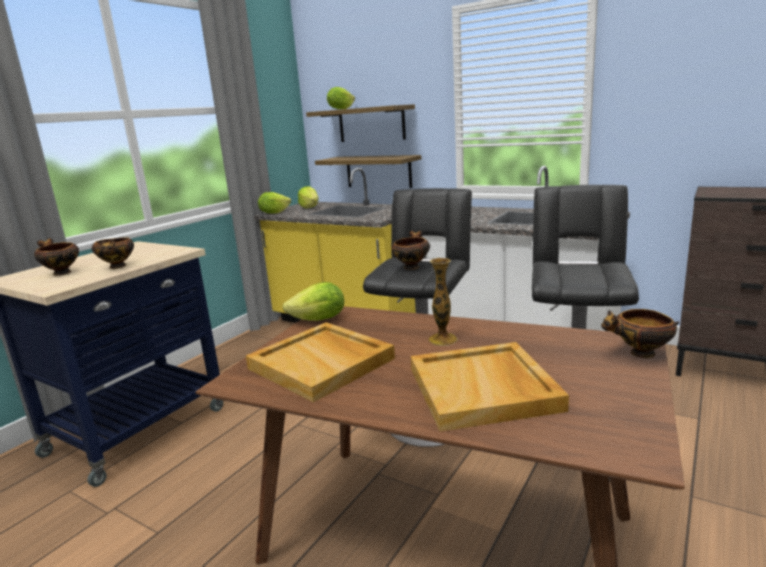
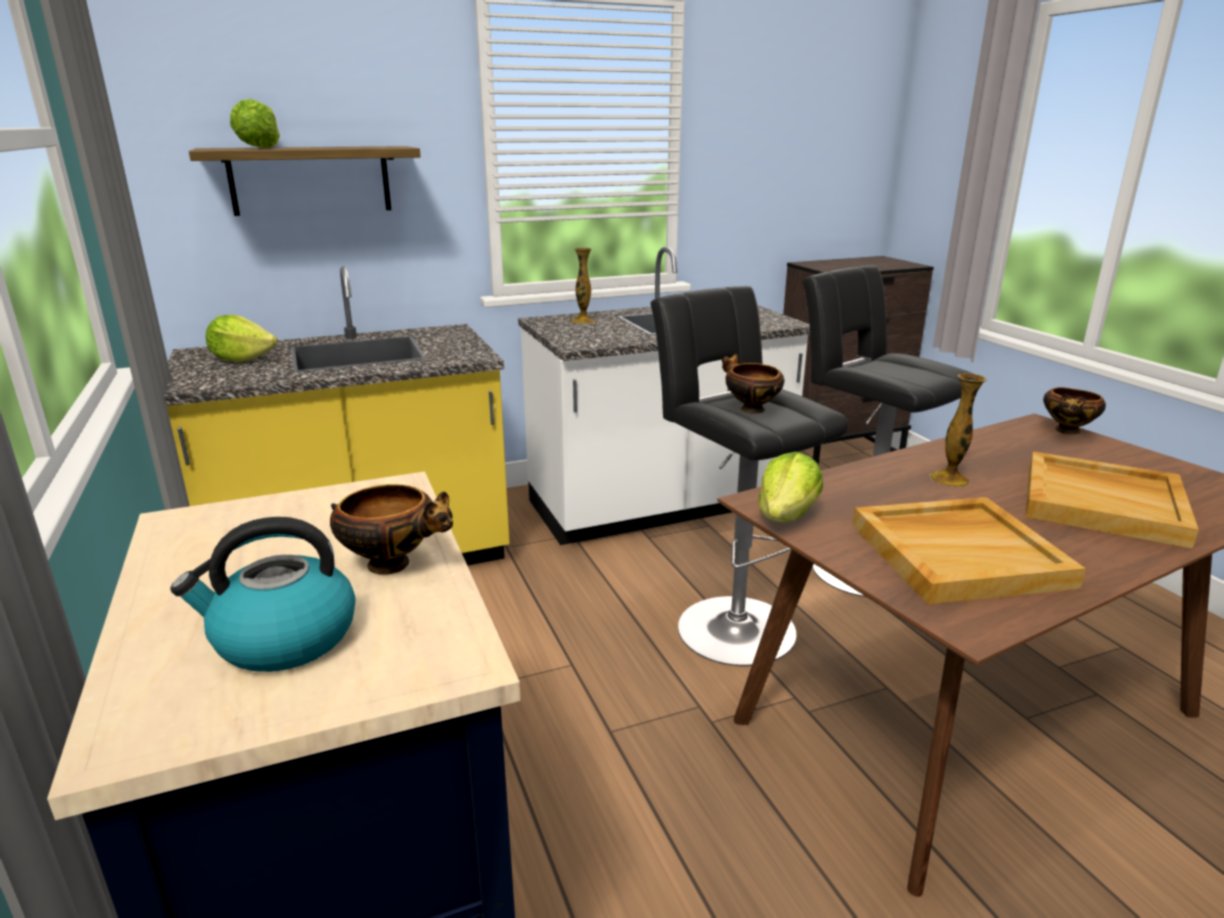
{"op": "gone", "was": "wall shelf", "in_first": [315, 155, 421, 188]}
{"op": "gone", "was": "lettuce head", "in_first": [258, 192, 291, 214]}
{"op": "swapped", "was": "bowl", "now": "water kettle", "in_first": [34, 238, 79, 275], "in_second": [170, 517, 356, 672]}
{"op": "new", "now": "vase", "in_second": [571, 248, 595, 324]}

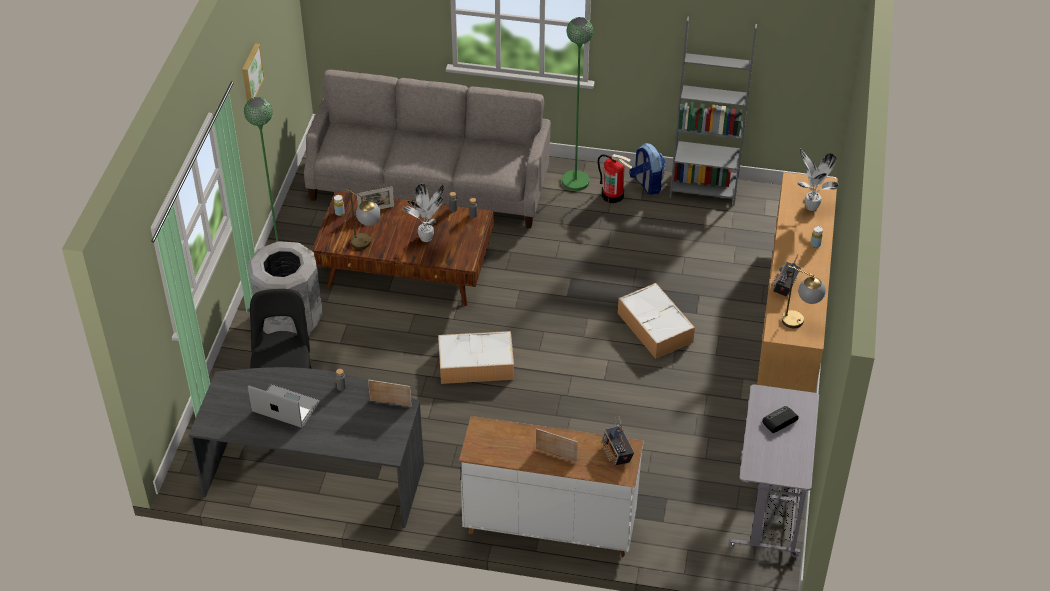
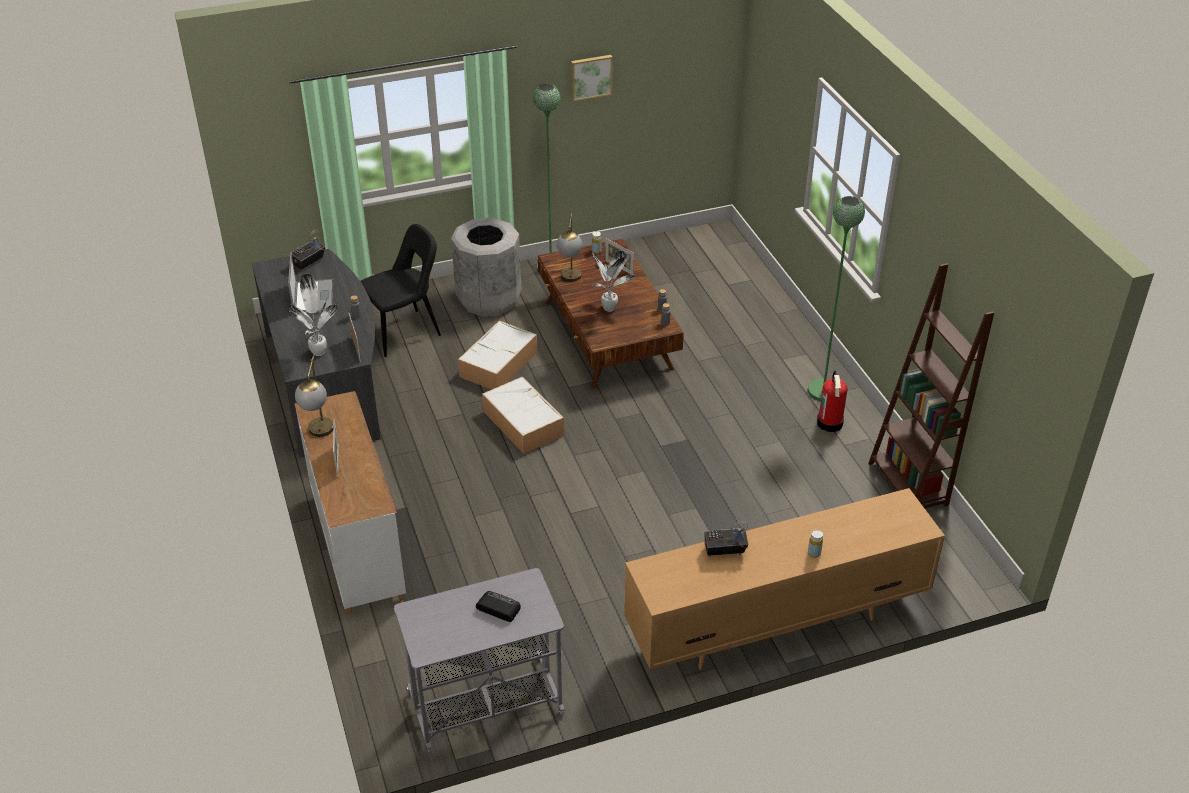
{"op": "repainted", "was": "bookcase/greyish", "now": "bookcase/brownish", "in_first": [669, 17, 757, 206], "in_second": [868, 263, 994, 508]}
{"op": "gone", "was": "sofa/greyish", "in_first": [304, 69, 551, 229]}
{"op": "gone", "was": "knapsack", "in_first": [629, 143, 665, 195]}
{"op": "shifted", "was": "houseplant", "in_first": [797, 148, 838, 211], "in_second": [289, 274, 338, 356]}
{"op": "shifted", "was": "lamp for a table", "in_first": [782, 265, 826, 328], "in_second": [295, 356, 334, 437]}
{"op": "shifted", "was": "storage bin", "in_first": [618, 283, 695, 359], "in_second": [458, 321, 537, 389]}
{"op": "shifted", "was": "radio receiver", "in_first": [602, 416, 634, 466], "in_second": [292, 230, 325, 271]}

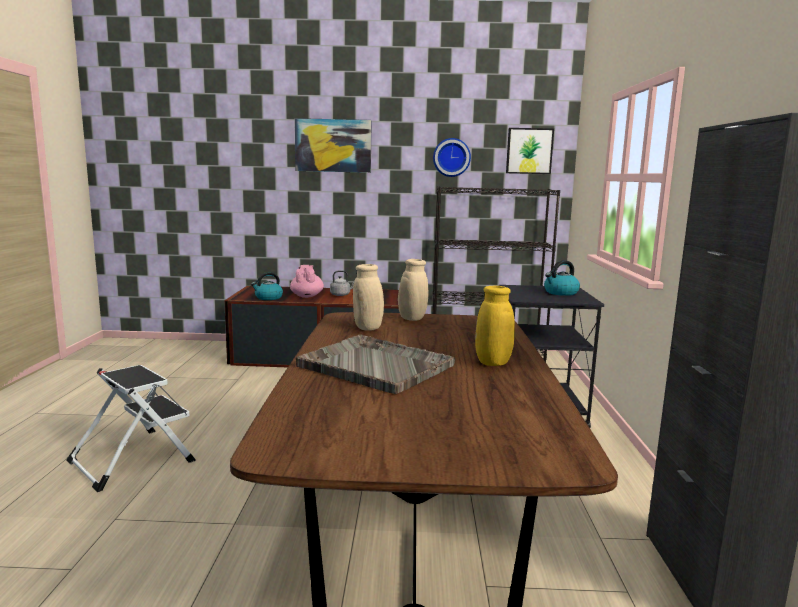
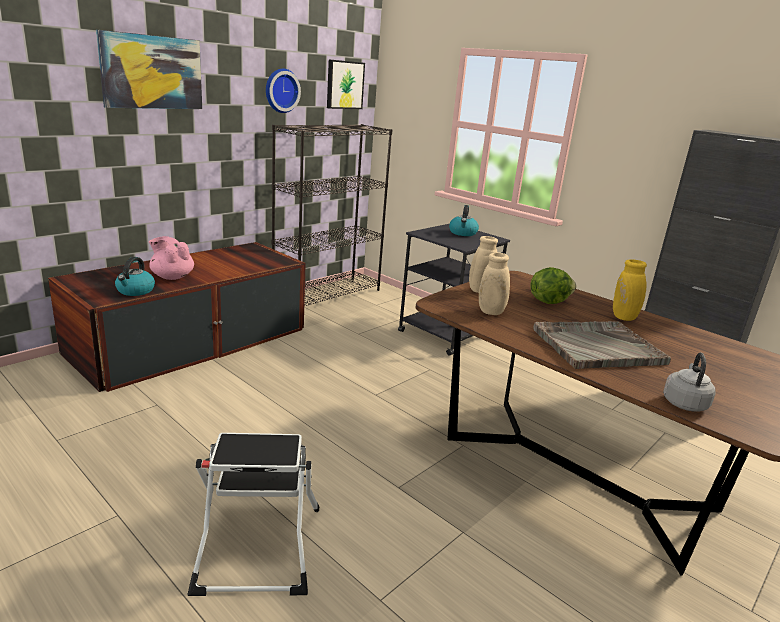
{"op": "shifted", "was": "water kettle/greyish", "in_first": [330, 270, 354, 296], "in_second": [663, 353, 716, 412]}
{"op": "new", "now": "lettuce head", "in_second": [530, 267, 576, 304]}

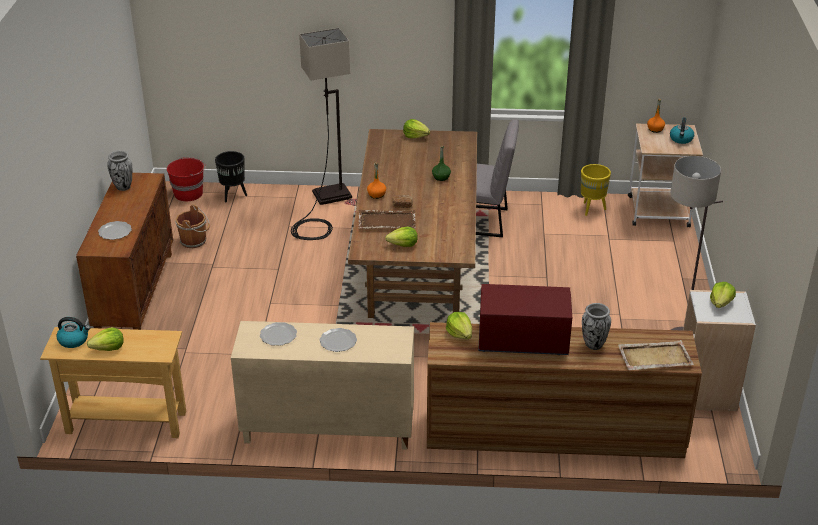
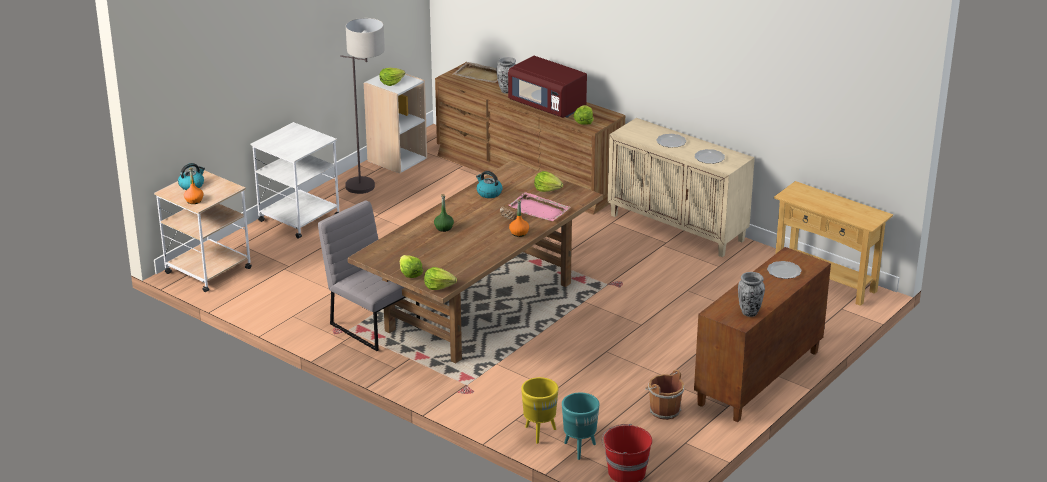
{"op": "gone", "was": "standard lamp", "in_first": [291, 28, 352, 240]}
{"op": "repainted", "was": "plant pot/blackish", "now": "plant pot/turquoise-coloured", "in_first": [215, 151, 247, 202], "in_second": [562, 392, 599, 460]}
{"op": "shifted", "was": "plant pot/yellow-coloured", "in_first": [581, 164, 611, 216], "in_second": [521, 377, 559, 444]}
{"op": "repainted", "was": "tray/brownish", "now": "tray/pink", "in_first": [358, 210, 416, 229], "in_second": [508, 192, 571, 221]}
{"op": "shifted", "was": "water kettle", "in_first": [56, 317, 90, 348], "in_second": [476, 171, 503, 198]}
{"op": "shifted", "was": "lettuce head", "in_first": [87, 327, 124, 351], "in_second": [424, 267, 457, 290]}
{"op": "new", "now": "cart/white", "in_second": [251, 122, 339, 239]}

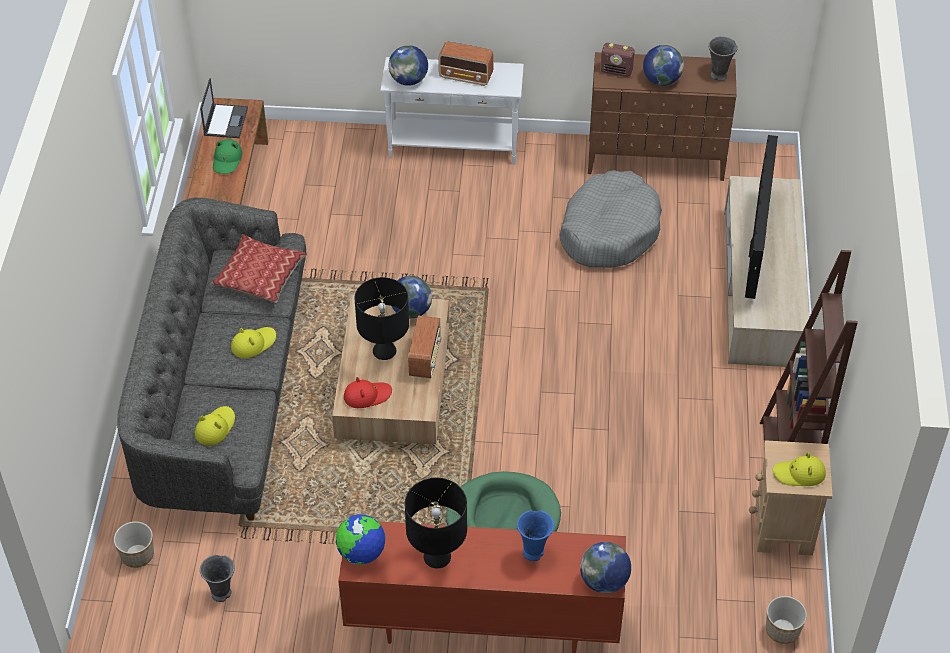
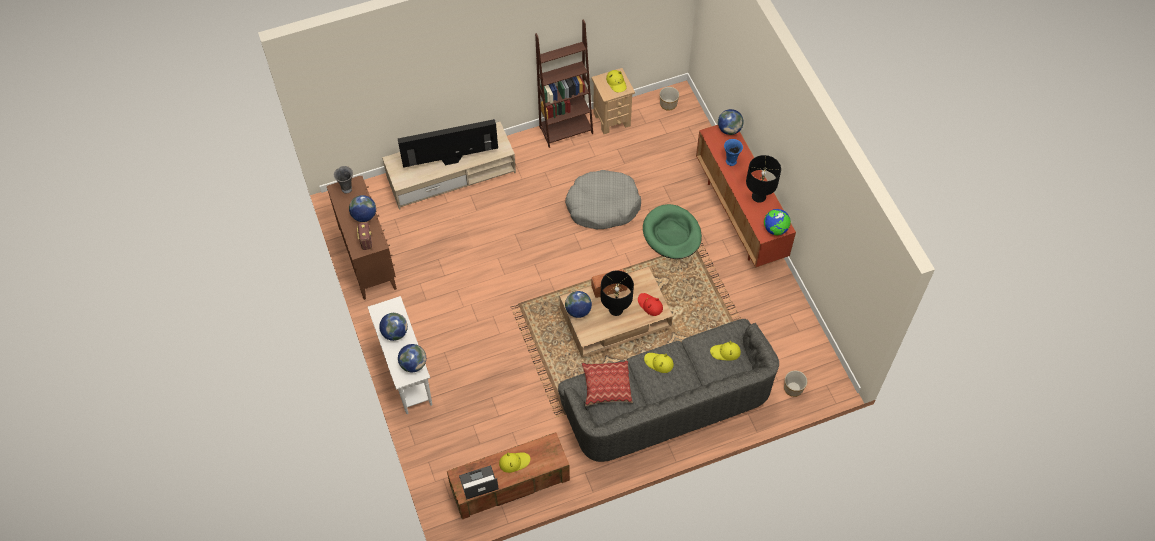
{"op": "swapped", "was": "radio receiver", "now": "world globe", "in_first": [438, 42, 494, 86], "in_second": [379, 313, 408, 341]}
{"op": "repainted", "was": "wearable hat/greenish", "now": "wearable hat/yellow-coloured", "in_first": [213, 139, 242, 174], "in_second": [499, 453, 530, 473]}
{"op": "shifted", "was": "dog bed/greyish", "in_first": [559, 170, 662, 268], "in_second": [565, 170, 641, 229]}
{"op": "gone", "was": "vase/greyish", "in_first": [200, 555, 235, 602]}

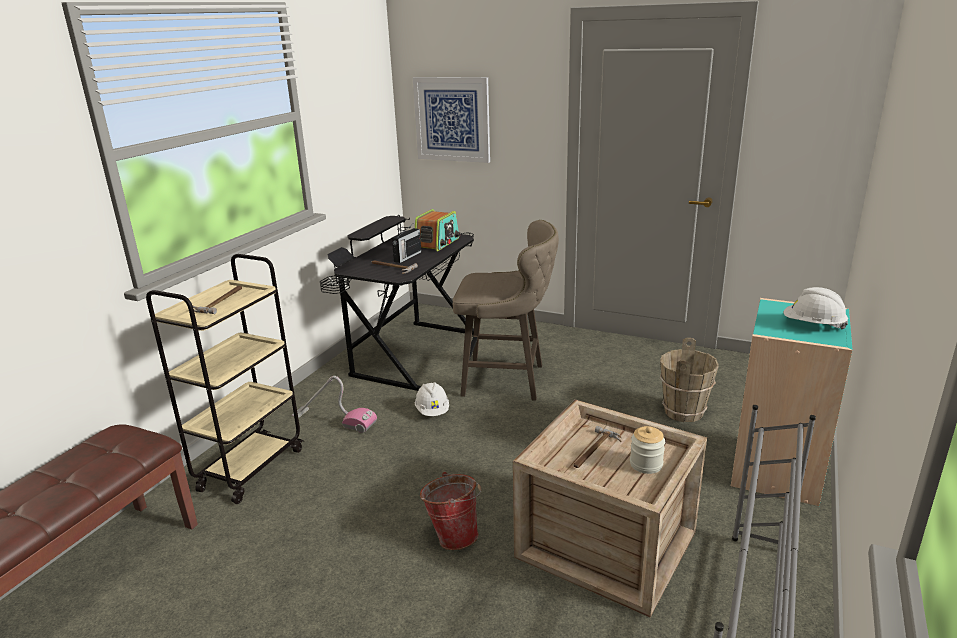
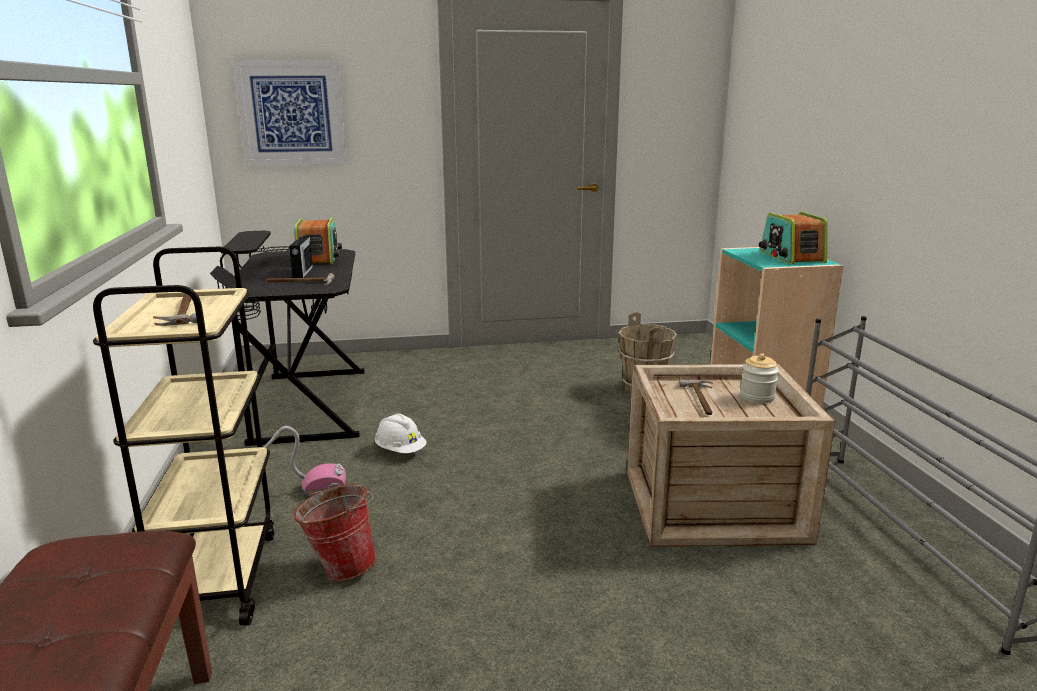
{"op": "gone", "was": "stool/sand-coloured", "in_first": [453, 220, 559, 401]}
{"op": "swapped", "was": "safety helmet/white", "now": "radio receiver", "in_first": [783, 287, 848, 329], "in_second": [759, 212, 828, 264]}
{"op": "shifted", "was": "pail", "in_first": [420, 472, 481, 550], "in_second": [294, 484, 377, 581]}

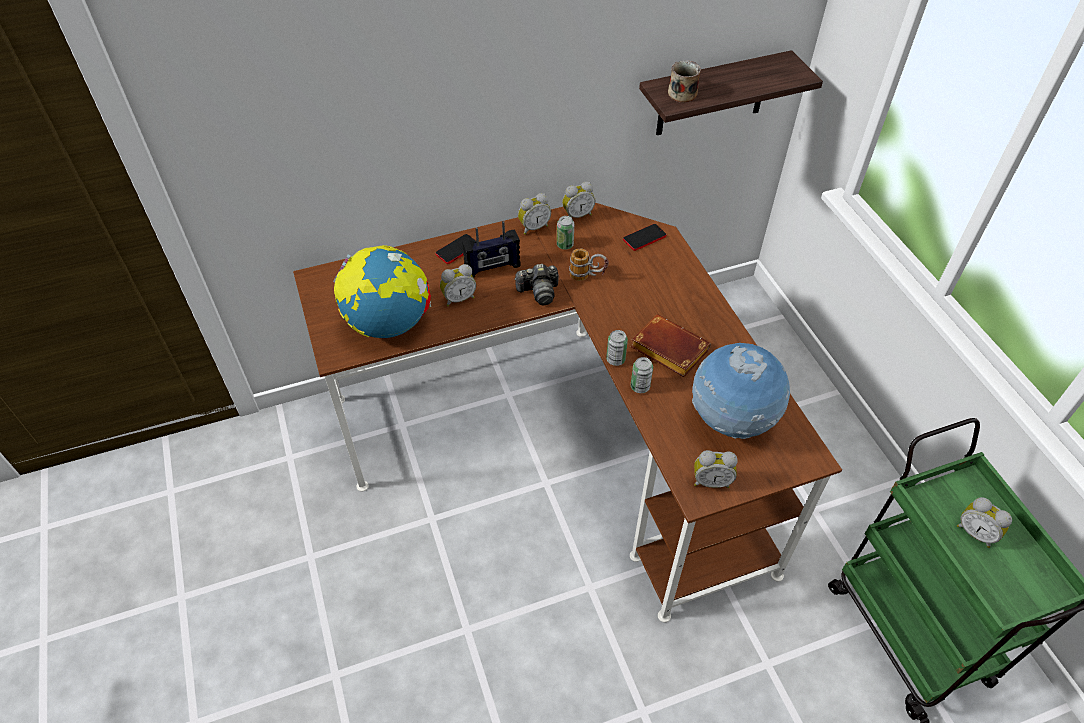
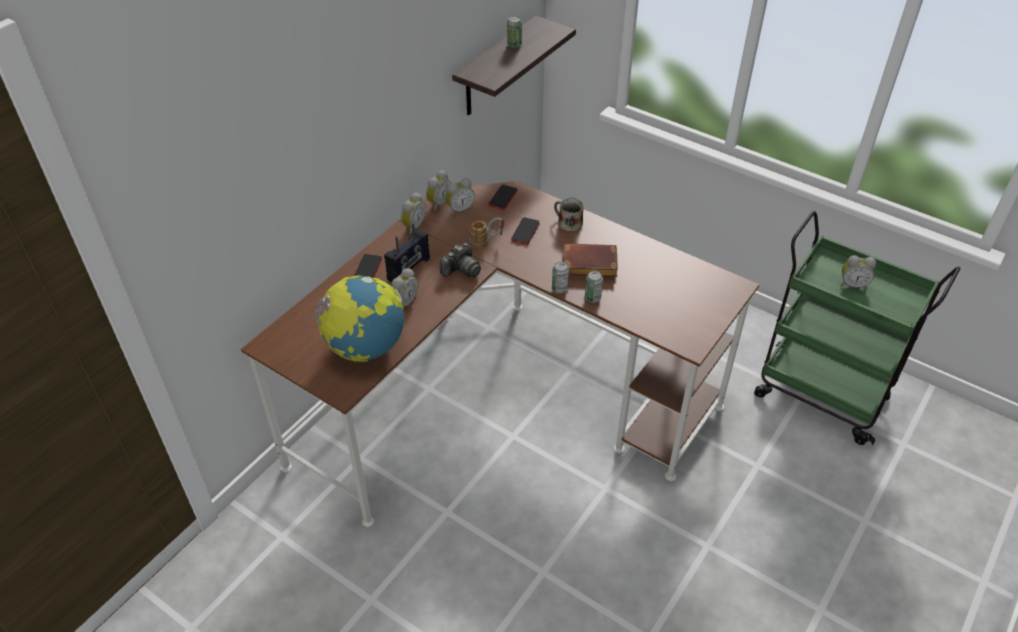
{"op": "shifted", "was": "tea mug", "in_first": [668, 60, 701, 102], "in_second": [554, 198, 584, 232]}
{"op": "shifted", "was": "metal can", "in_first": [557, 216, 574, 250], "in_second": [507, 16, 522, 48]}
{"op": "gone", "was": "world globe", "in_first": [692, 343, 790, 439]}
{"op": "shifted", "was": "table clock", "in_first": [694, 450, 738, 488], "in_second": [445, 178, 475, 216]}
{"op": "new", "now": "telephone", "in_second": [511, 217, 540, 245]}

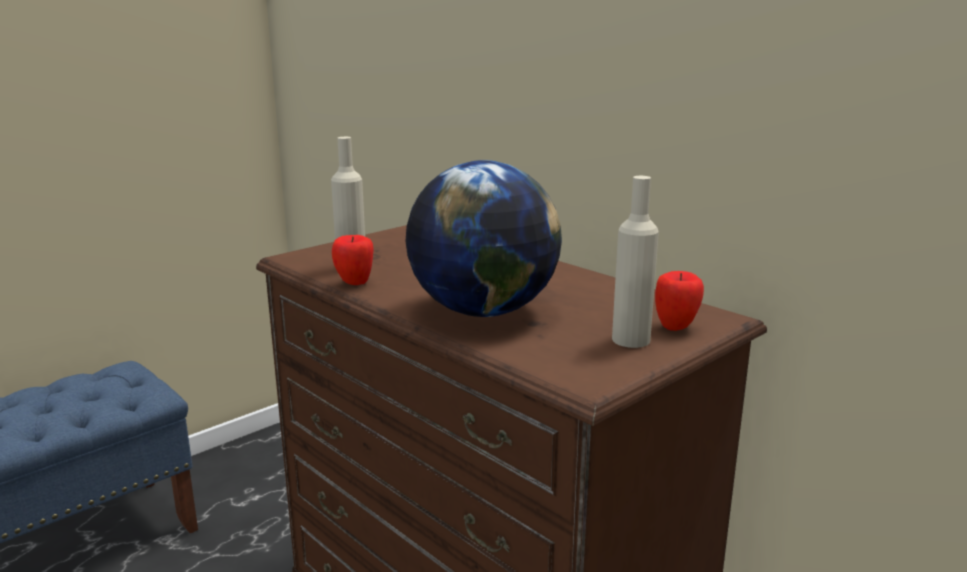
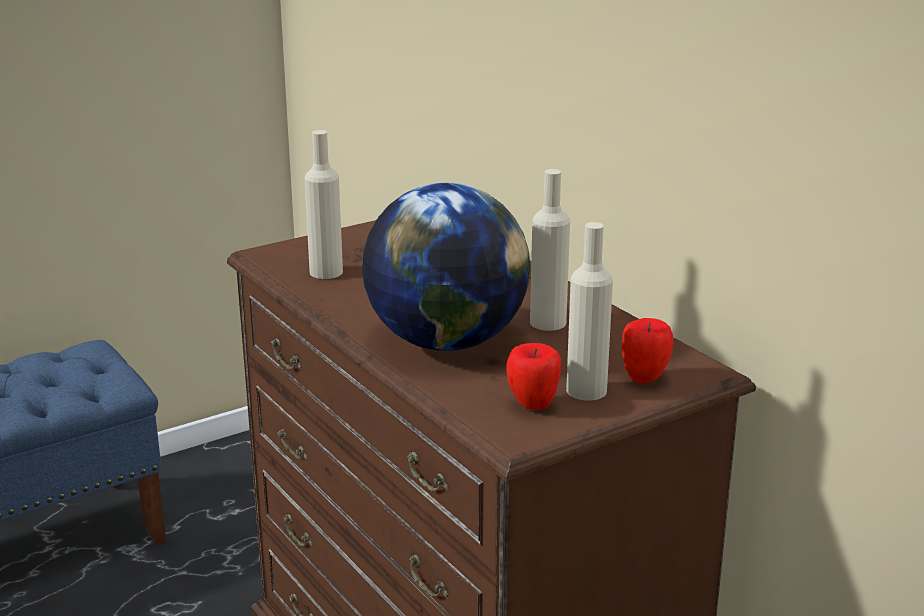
{"op": "shifted", "was": "apple fruit", "in_first": [332, 235, 374, 285], "in_second": [506, 343, 561, 411]}
{"op": "new", "now": "bottle/sand-coloured", "in_second": [530, 169, 570, 331]}

